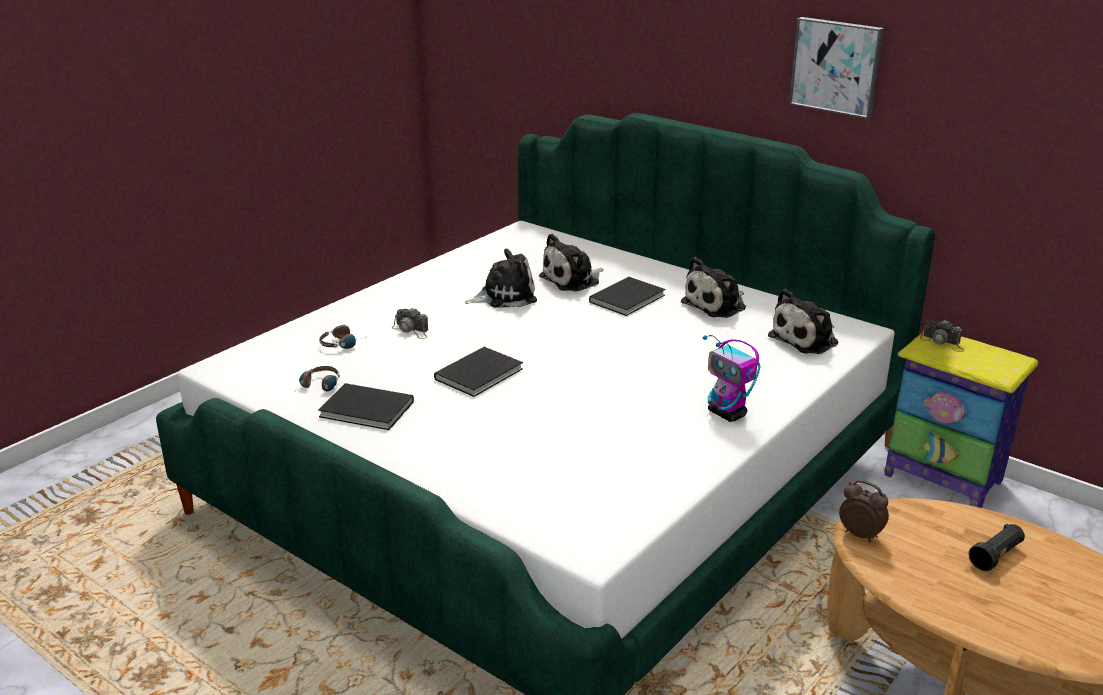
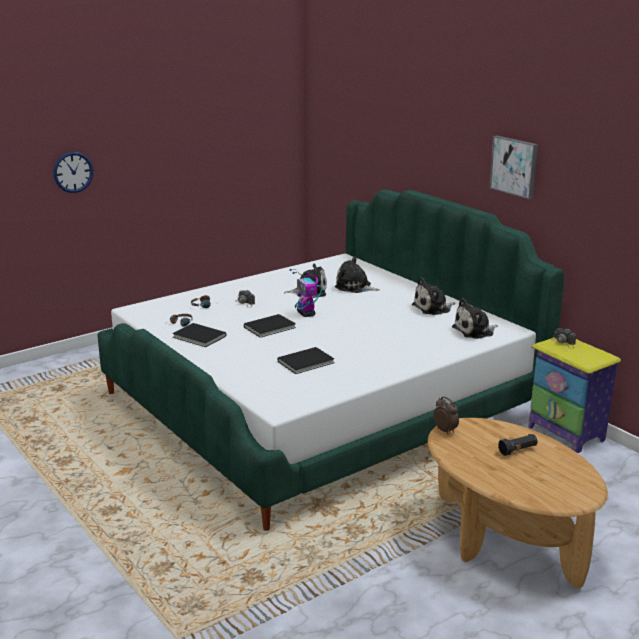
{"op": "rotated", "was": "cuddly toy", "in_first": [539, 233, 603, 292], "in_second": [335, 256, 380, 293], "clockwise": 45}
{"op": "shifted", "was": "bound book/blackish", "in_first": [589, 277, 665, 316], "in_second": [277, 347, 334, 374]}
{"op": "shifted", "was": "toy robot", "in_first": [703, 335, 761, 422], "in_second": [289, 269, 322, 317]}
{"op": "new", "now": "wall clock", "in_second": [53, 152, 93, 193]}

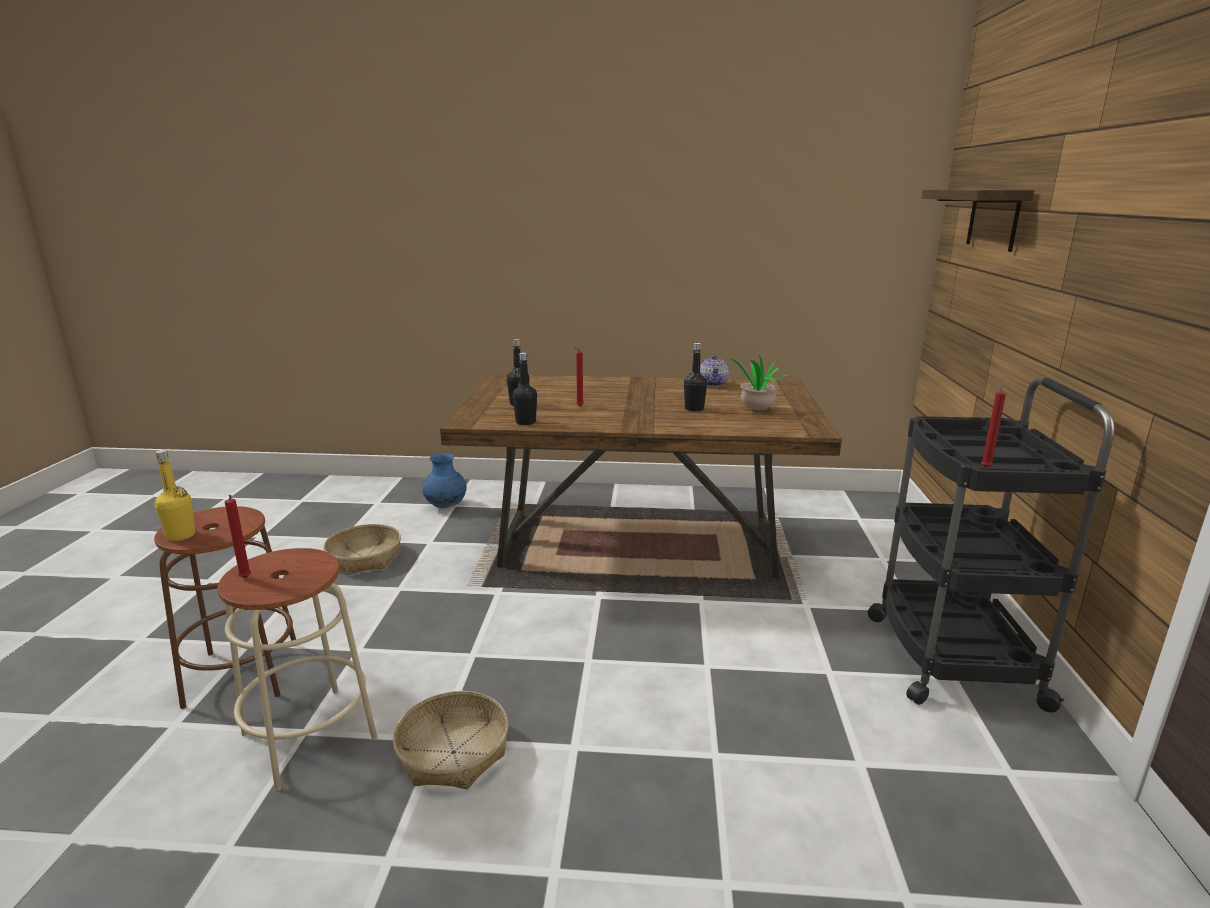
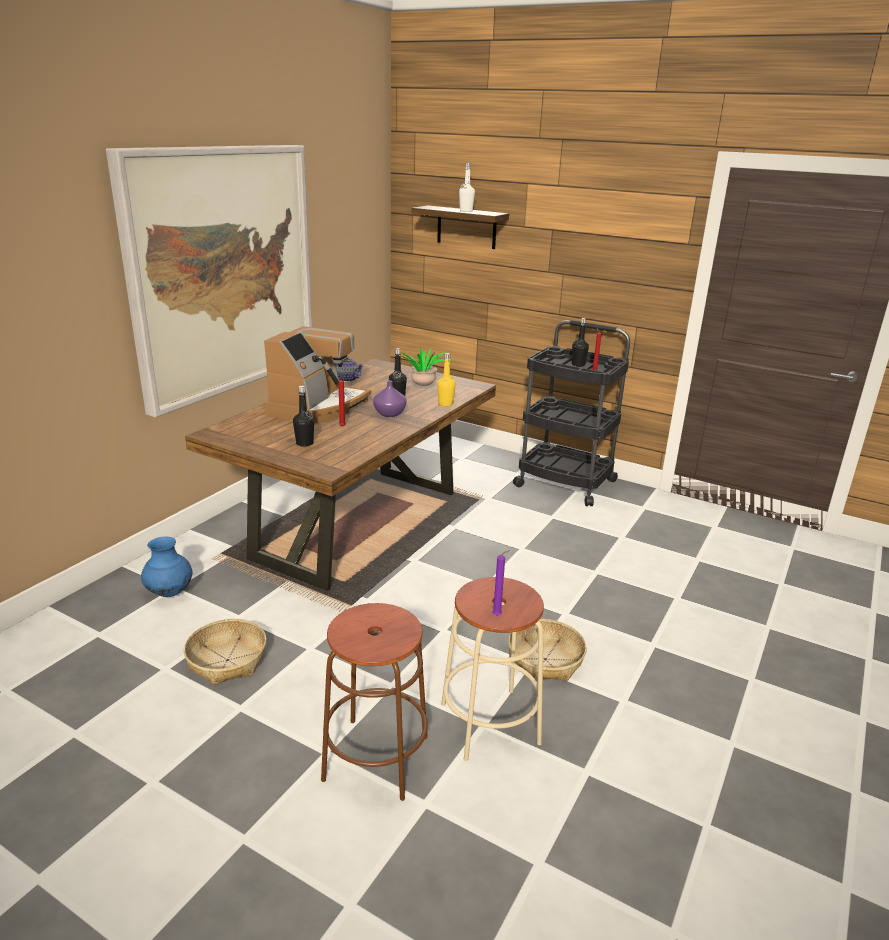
{"op": "shifted", "was": "bottle/blackish", "in_first": [512, 352, 537, 425], "in_second": [572, 318, 589, 367]}
{"op": "shifted", "was": "bottle/yellow-coloured", "in_first": [155, 450, 195, 541], "in_second": [437, 353, 456, 407]}
{"op": "repainted", "was": "wax light/red", "now": "wax light/purplish", "in_first": [225, 495, 251, 578], "in_second": [492, 550, 510, 616]}
{"op": "new", "now": "wall picture", "in_second": [106, 145, 312, 418]}
{"op": "new", "now": "bottle/white", "in_second": [459, 162, 475, 212]}
{"op": "new", "now": "coffee maker", "in_second": [264, 326, 371, 423]}
{"op": "new", "now": "vase/purplish", "in_second": [373, 380, 406, 417]}

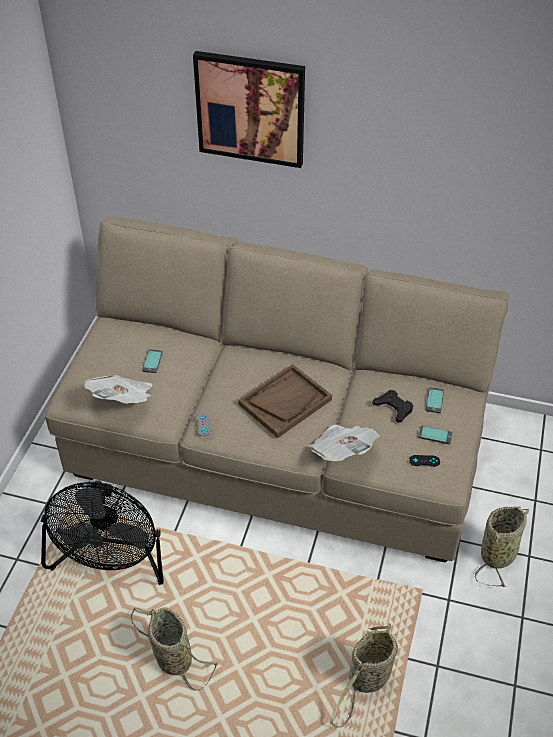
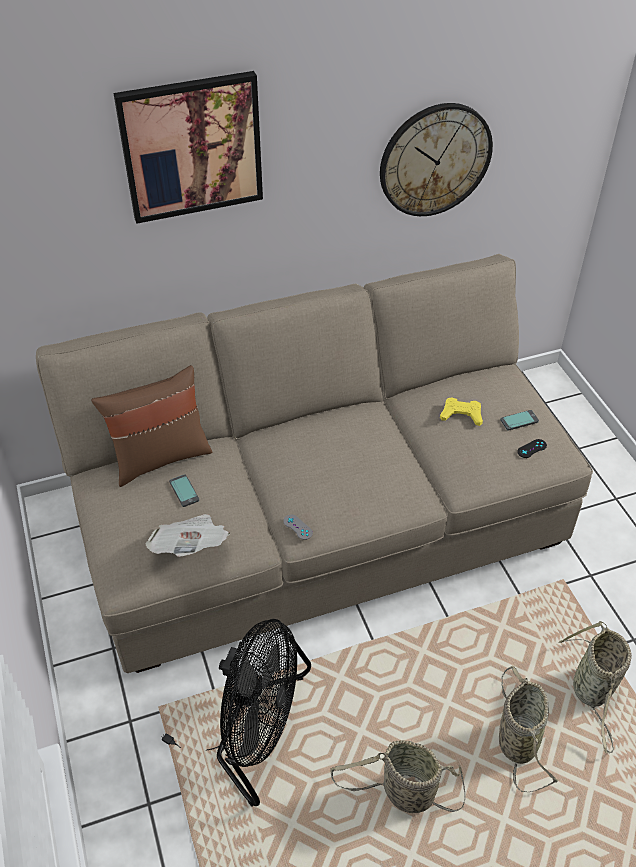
{"op": "gone", "was": "tray/brownish", "in_first": [238, 364, 332, 438]}
{"op": "gone", "was": "telephone", "in_first": [426, 387, 444, 413]}
{"op": "repainted", "was": "game controller/blackish", "now": "game controller/yellow-coloured", "in_first": [373, 390, 413, 423], "in_second": [440, 397, 483, 426]}
{"op": "gone", "was": "printed paper", "in_first": [309, 425, 380, 461]}
{"op": "rotated", "was": "fan/blackish", "in_first": [41, 480, 164, 585], "in_second": [161, 619, 311, 807], "clockwise": -45}
{"op": "shifted", "was": "storage basket", "in_first": [475, 506, 529, 587], "in_second": [499, 666, 560, 792]}
{"op": "new", "now": "wall clock", "in_second": [380, 103, 493, 216]}
{"op": "new", "now": "cushion/brownish", "in_second": [91, 365, 212, 487]}

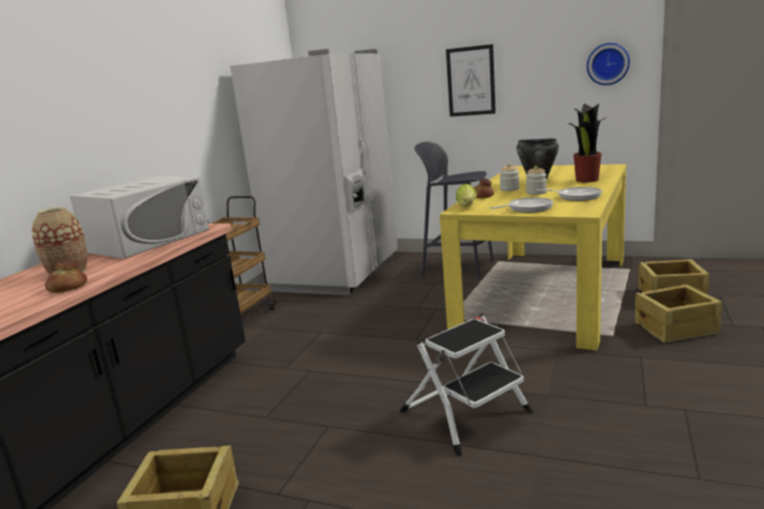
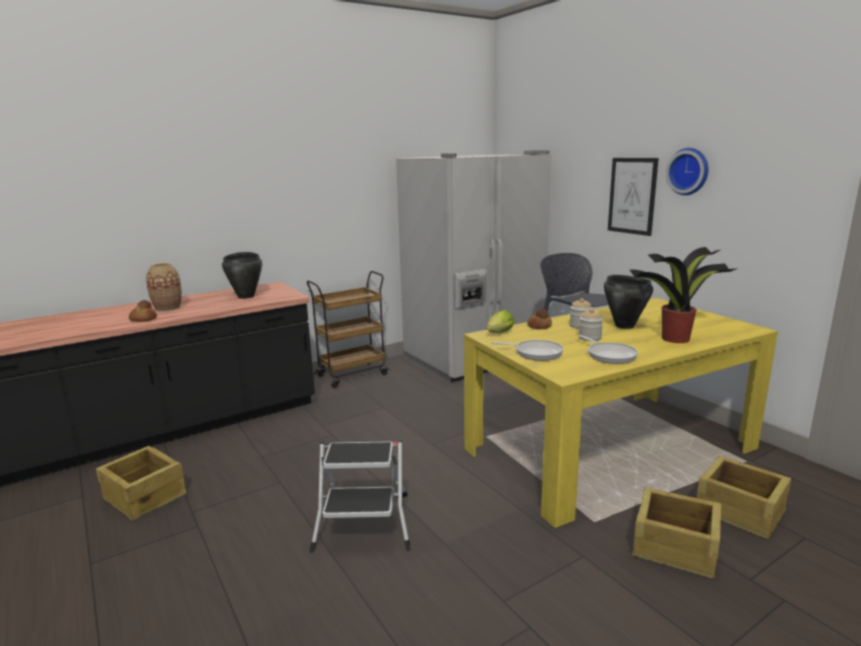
{"op": "shifted", "was": "wall clock", "in_first": [587, 43, 630, 85], "in_second": [666, 148, 708, 195]}
{"op": "swapped", "was": "microwave/white", "now": "saucepot/blackish", "in_first": [70, 176, 209, 259], "in_second": [222, 252, 262, 299]}

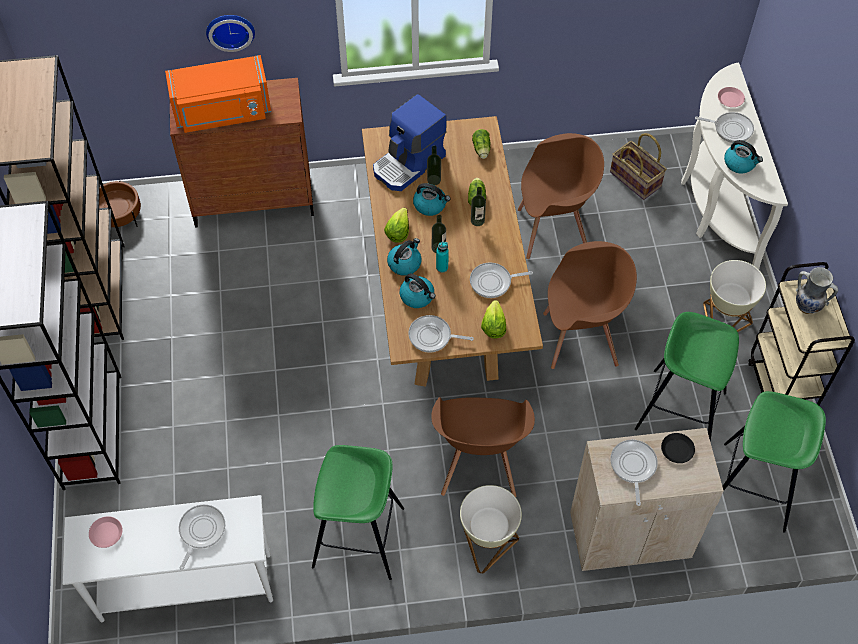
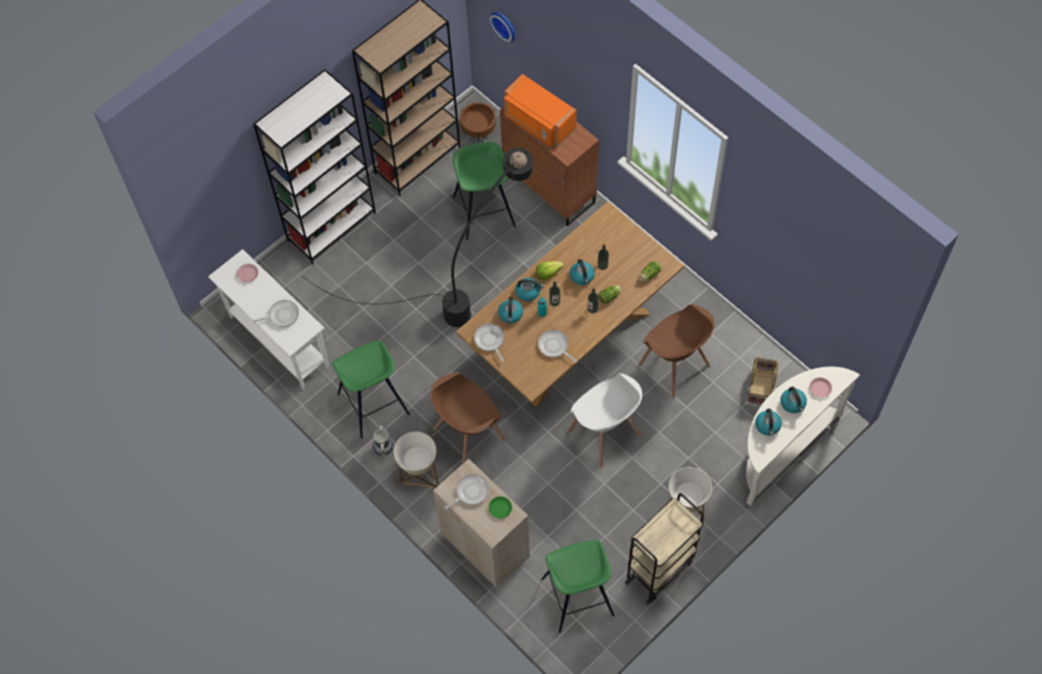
{"op": "shifted", "was": "wall clock", "in_first": [206, 15, 255, 52], "in_second": [490, 12, 515, 42]}
{"op": "gone", "was": "coffee maker", "in_first": [373, 94, 447, 191]}
{"op": "swapped", "was": "skillet", "now": "water kettle", "in_first": [695, 112, 754, 143], "in_second": [780, 387, 807, 413]}
{"op": "repainted", "was": "upright chair/brownish", "now": "upright chair/white", "in_first": [543, 241, 637, 369], "in_second": [568, 373, 642, 467]}
{"op": "shifted", "was": "vase", "in_first": [796, 267, 838, 314], "in_second": [373, 425, 393, 456]}
{"op": "gone", "was": "lettuce head", "in_first": [481, 300, 506, 338]}
{"op": "shifted", "was": "stool/greenish", "in_first": [635, 312, 739, 442], "in_second": [453, 142, 516, 240]}
{"op": "repainted", "was": "flat dish/blackish", "now": "flat dish/greenish", "in_first": [661, 433, 695, 463], "in_second": [488, 496, 512, 519]}
{"op": "new", "now": "standard lamp/blackish", "in_second": [302, 148, 534, 327]}

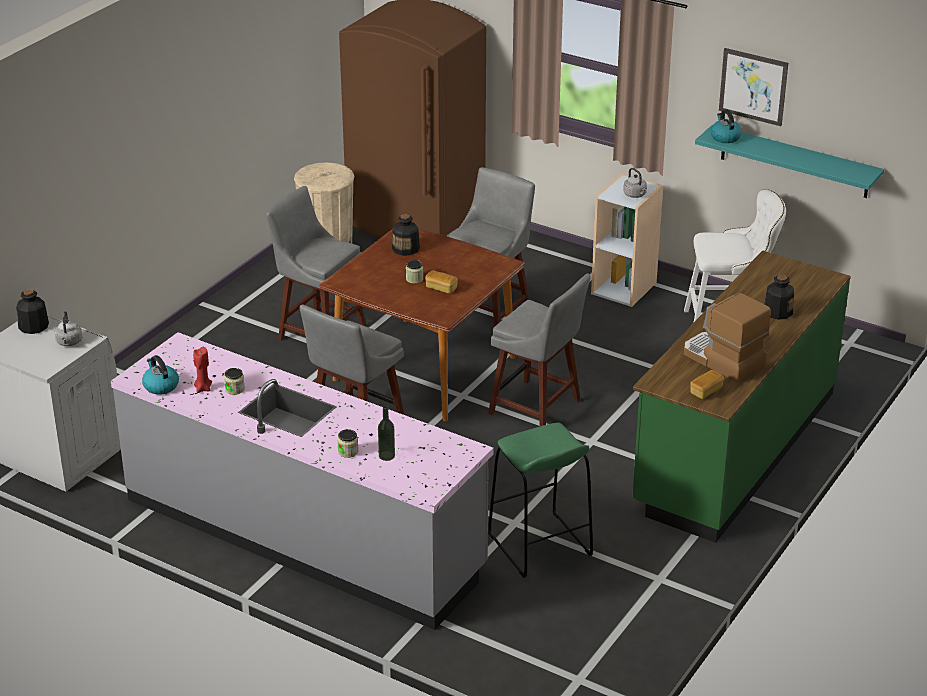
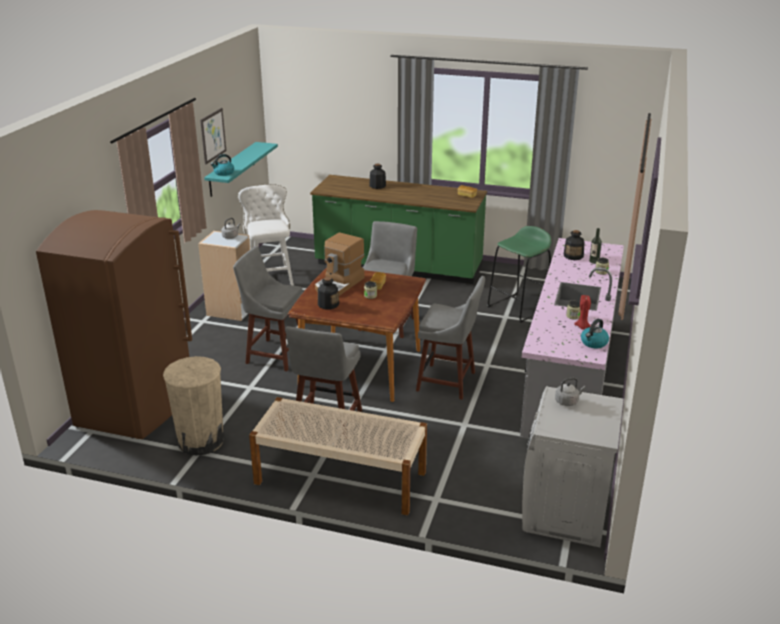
{"op": "shifted", "was": "bottle", "in_first": [16, 289, 49, 334], "in_second": [564, 230, 585, 260]}
{"op": "shifted", "was": "coffee maker", "in_first": [684, 293, 771, 382], "in_second": [315, 233, 364, 296]}
{"op": "new", "now": "long seat/sand-coloured", "in_second": [249, 397, 427, 516]}

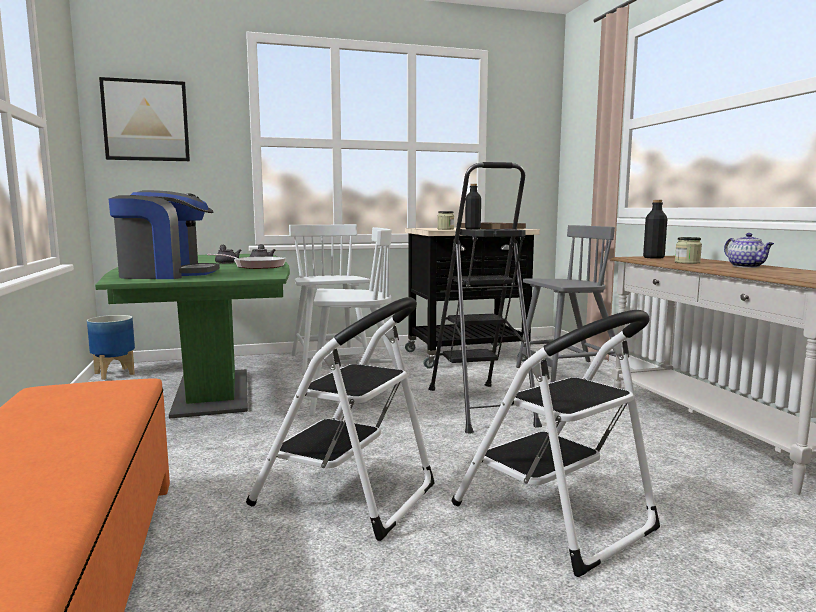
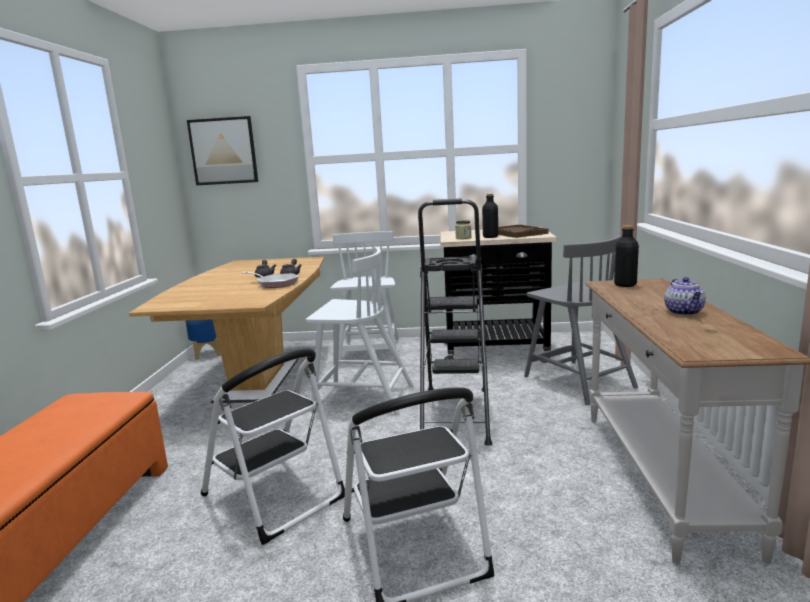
{"op": "gone", "was": "coffee maker", "in_first": [109, 190, 220, 279]}
{"op": "rotated", "was": "upright chair/greyish", "in_first": [516, 225, 616, 383], "in_second": [524, 235, 638, 405], "clockwise": 60}
{"op": "gone", "was": "jar", "in_first": [675, 237, 702, 264]}
{"op": "repainted", "was": "kitchen table/greenish", "now": "kitchen table/brownish", "in_first": [95, 254, 290, 418], "in_second": [129, 257, 325, 403]}

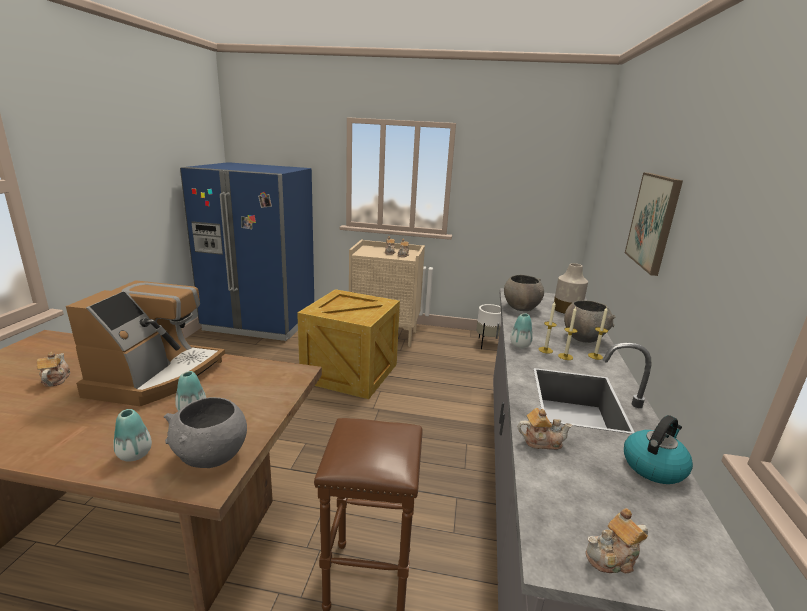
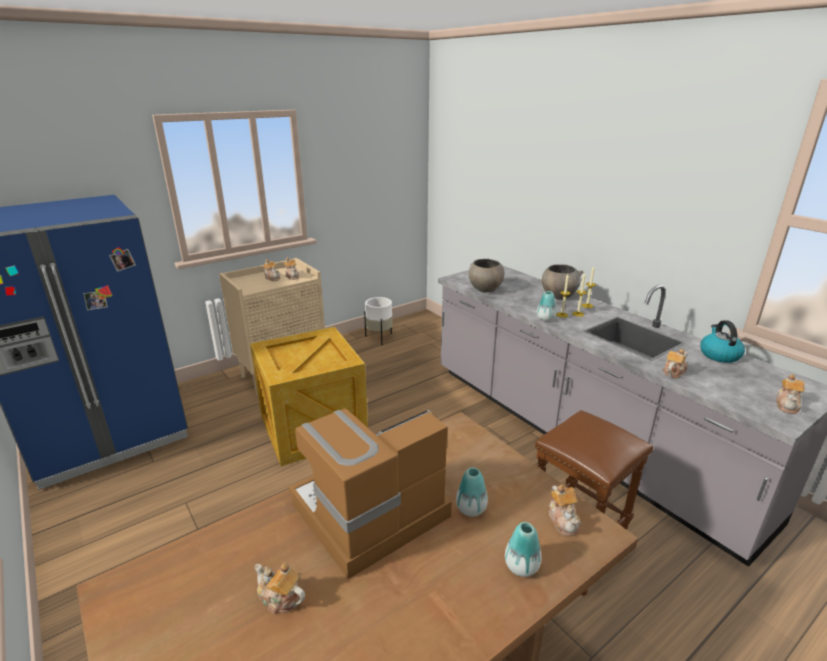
{"op": "gone", "was": "wall picture", "in_first": [625, 172, 683, 276]}
{"op": "gone", "was": "vase/sand-coloured", "in_first": [554, 263, 588, 314]}
{"op": "rotated", "was": "coffee maker", "in_first": [66, 280, 225, 406], "in_second": [289, 409, 452, 579], "clockwise": -90}
{"op": "swapped", "was": "bowl/greyish", "now": "pot for tea", "in_first": [164, 397, 247, 468], "in_second": [548, 485, 581, 536]}

